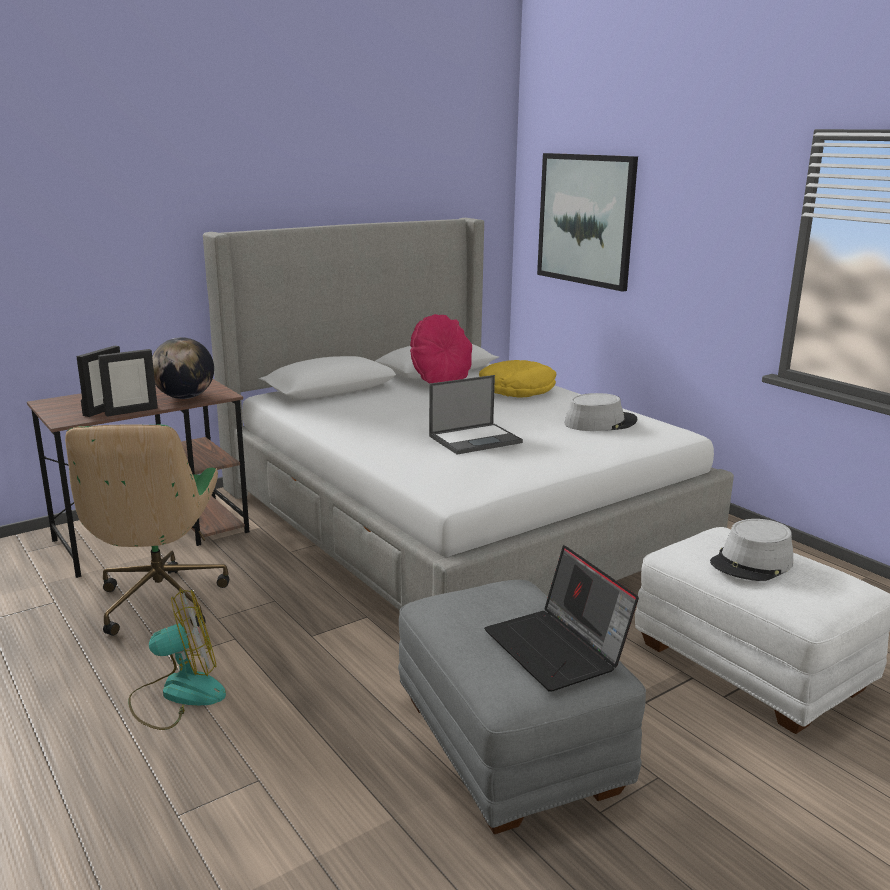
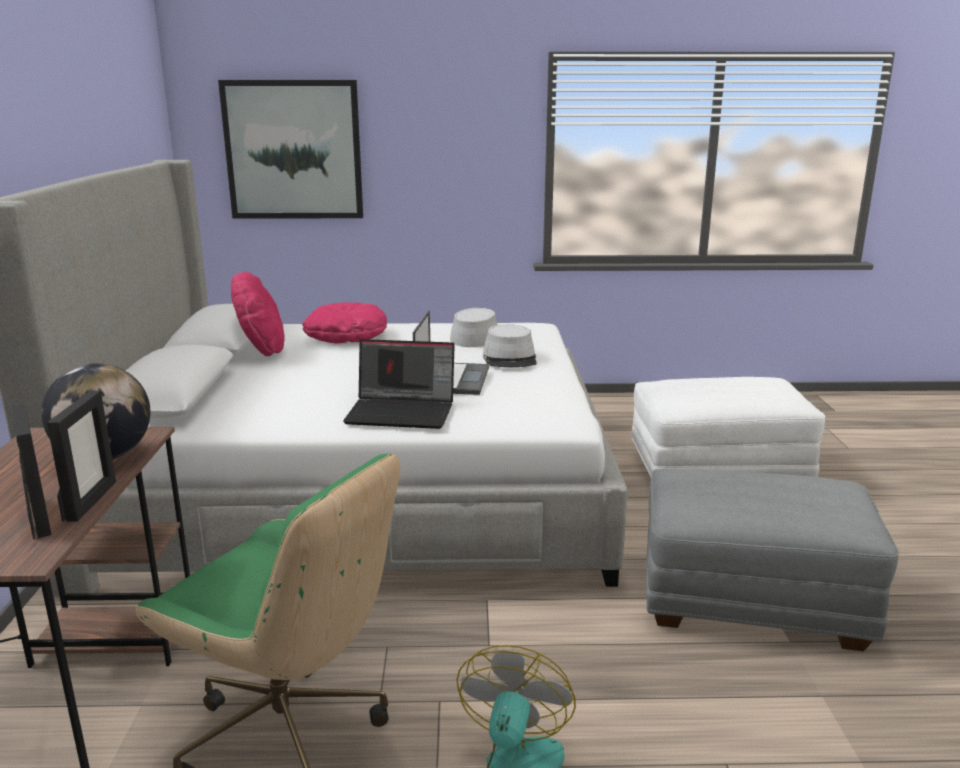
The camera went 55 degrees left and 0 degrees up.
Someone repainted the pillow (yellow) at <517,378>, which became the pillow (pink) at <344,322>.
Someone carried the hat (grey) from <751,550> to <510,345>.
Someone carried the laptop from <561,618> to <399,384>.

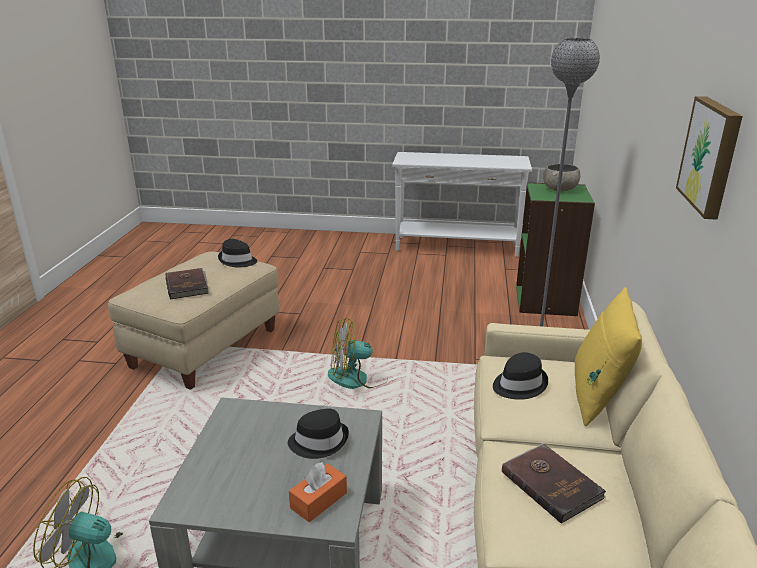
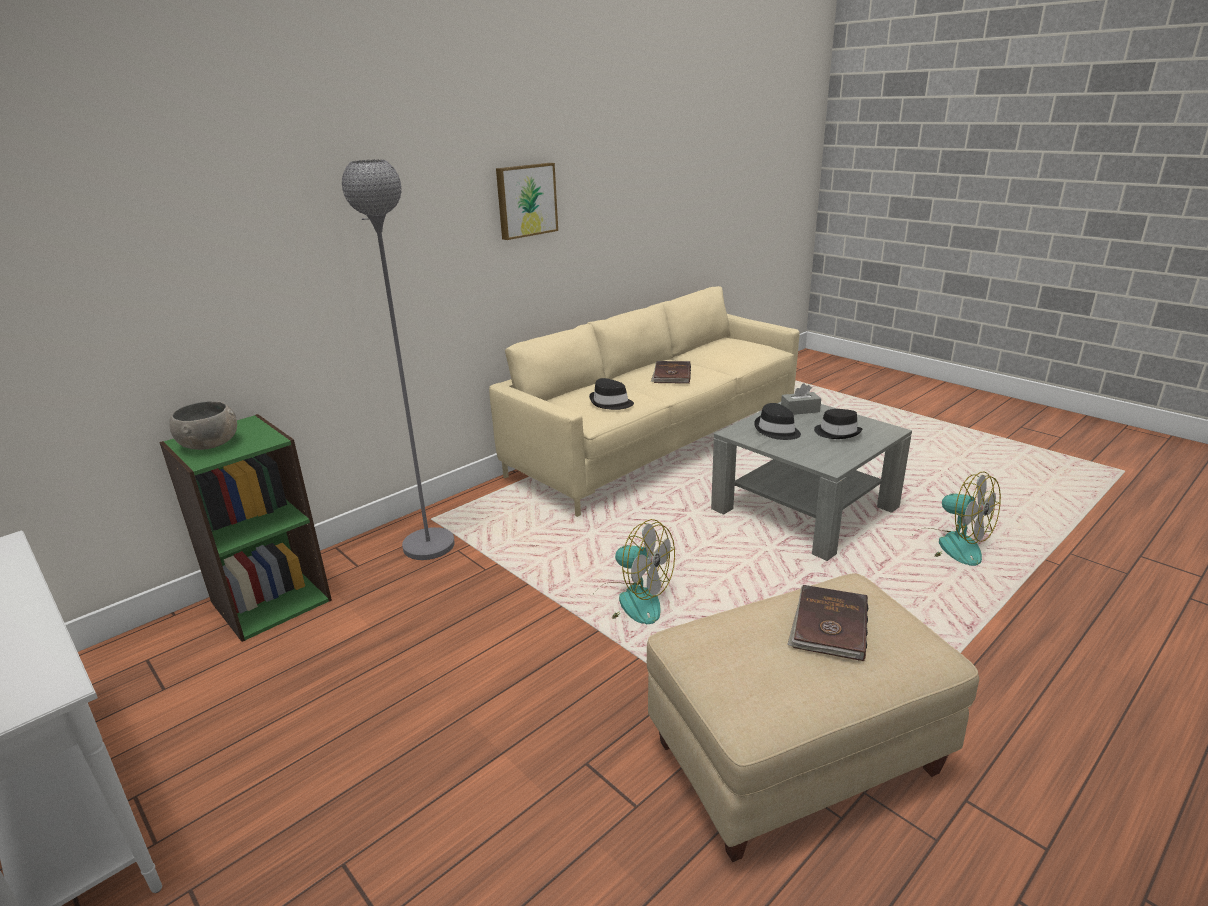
The camera went 140 degrees left and 0 degrees up.
Someone carried the hat (black) from <237,253> to <838,424>.
Someone took away the pillow (yellow) at <608,356>.
Someone repainted the tissue box (orange) at <318,492>, which became the tissue box (grey) at <801,399>.

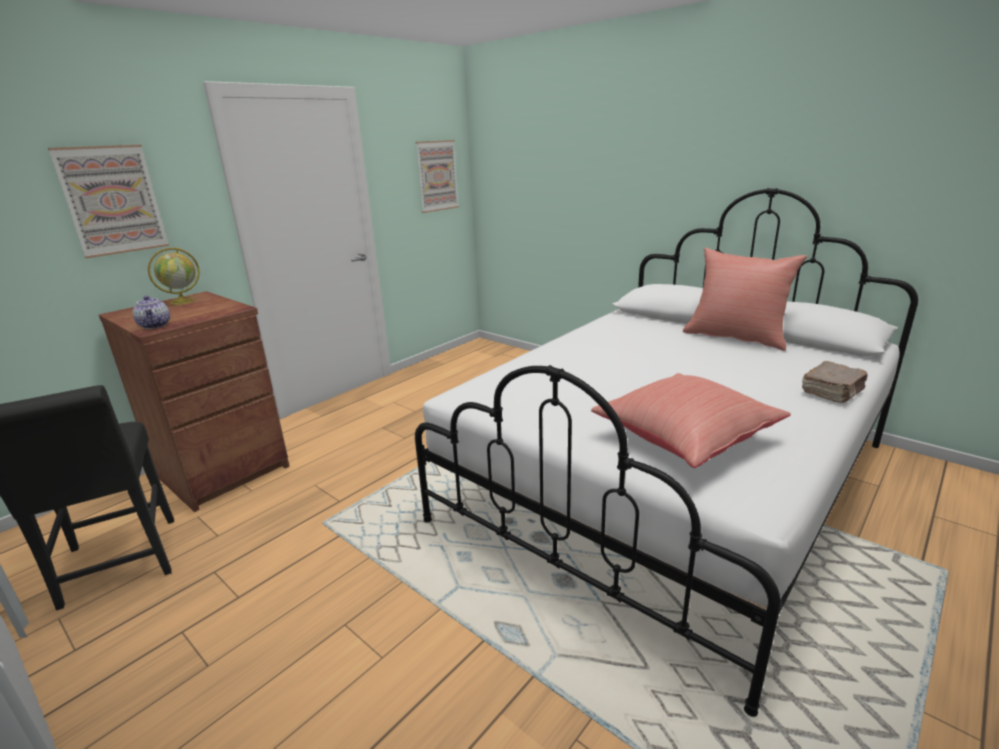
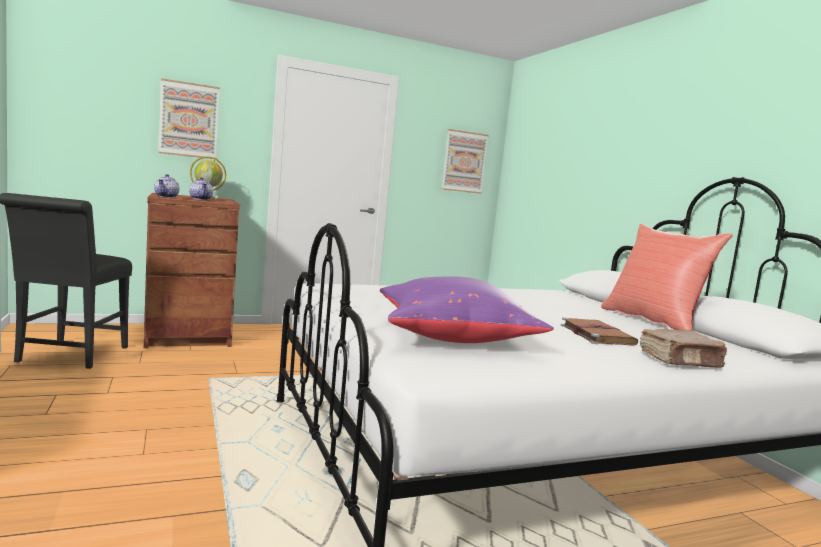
The camera went 25 degrees right and 15 degrees down.
Someone repainted the pillow (red) at <691,420>, which became the pillow (purple) at <466,309>.
Someone put down the teapot at <201,188>.
Someone put down the book (brown) at <599,331>.

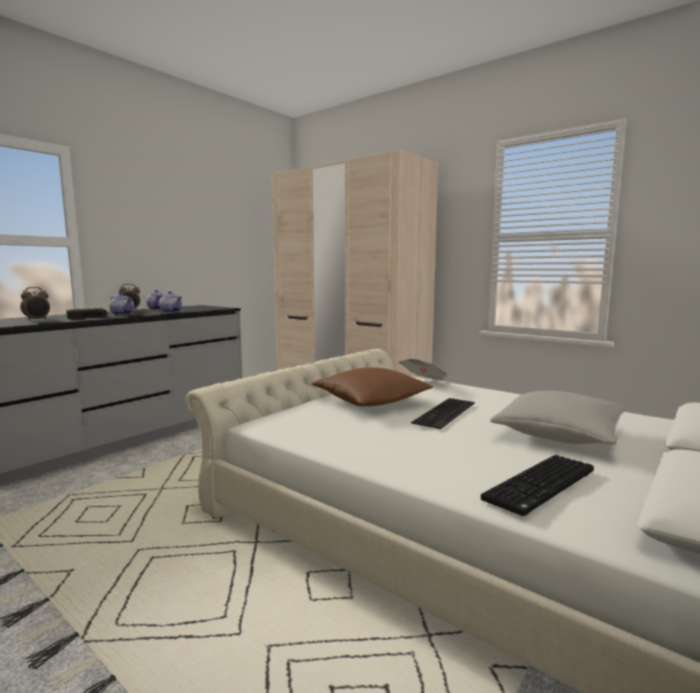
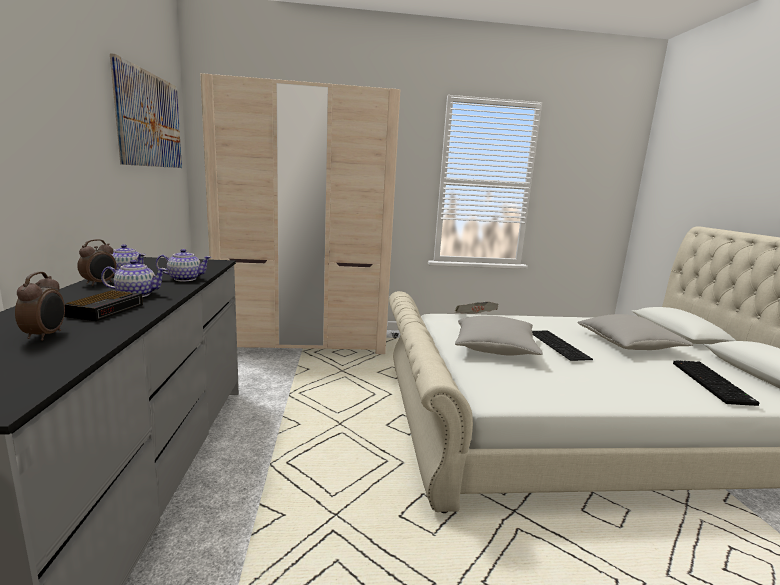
The camera went 45 degrees left and 5 degrees up.
Someone repainted the pillow (brown) at <372,386>, which became the pillow (grey) at <499,335>.
Someone put up the picture at <146,110>.

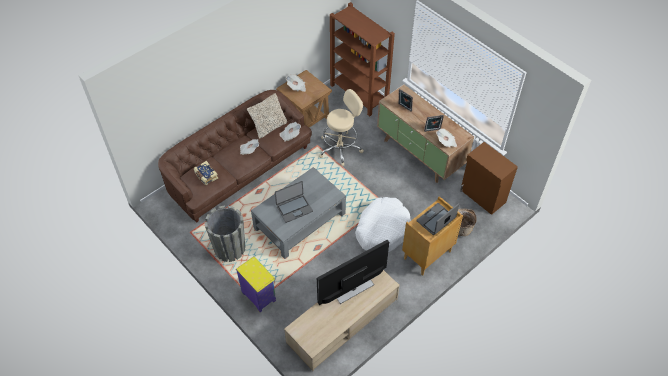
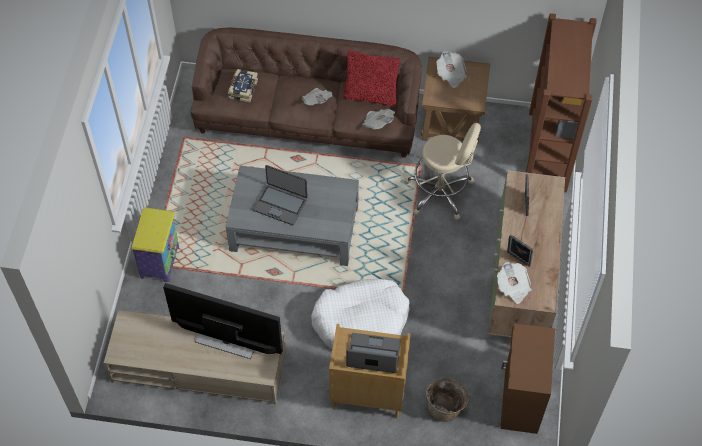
The camera went 50 degrees right and 5 degrees up.
Someone repainted the pillow (beige) at <267,116>, which became the pillow (red) at <371,78>.
Someone took away the planter (grey) at <224,233>.

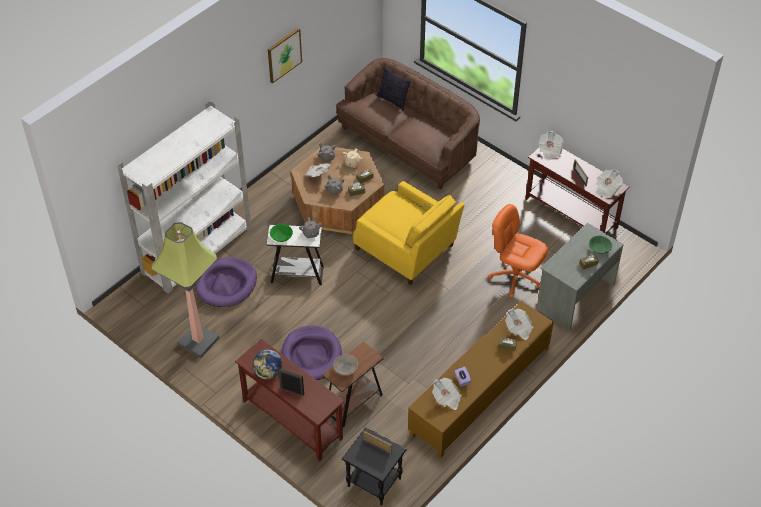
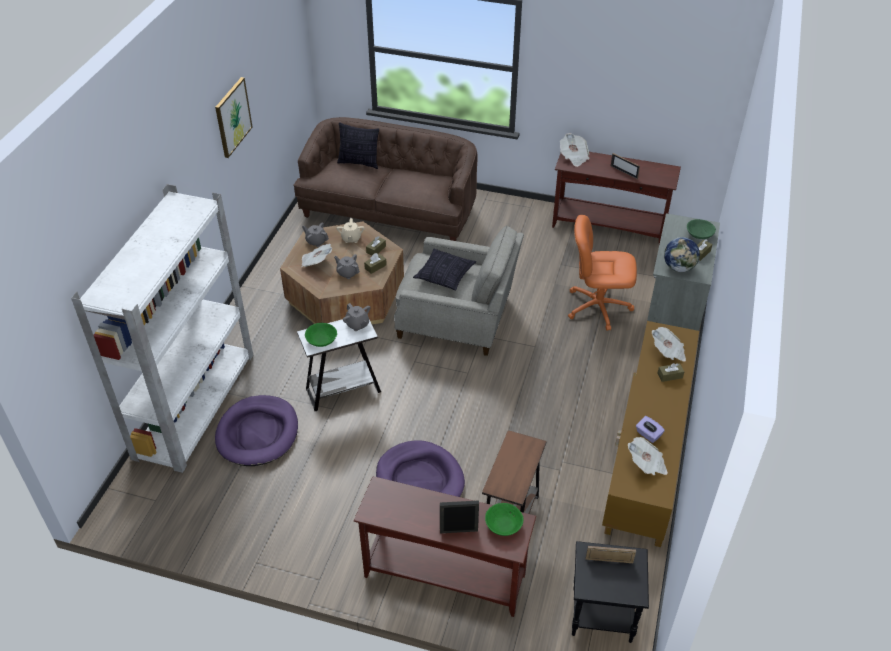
The camera went 25 degrees left and 5 degrees down.
Someone took away the newspaper at <609,184>.
Someone repainted the armchair (yellow) at <408,233>, which became the armchair (grey) at <459,290>.
Someone took away the floor lamp at <185,290>.
Someone carried the globe from <267,364> to <682,254>.
Someone took away the bowl (grey) at <346,364>.
Someone put down the pillow at <444,269>.
Someone put down the bowl (green) at <504,519>.

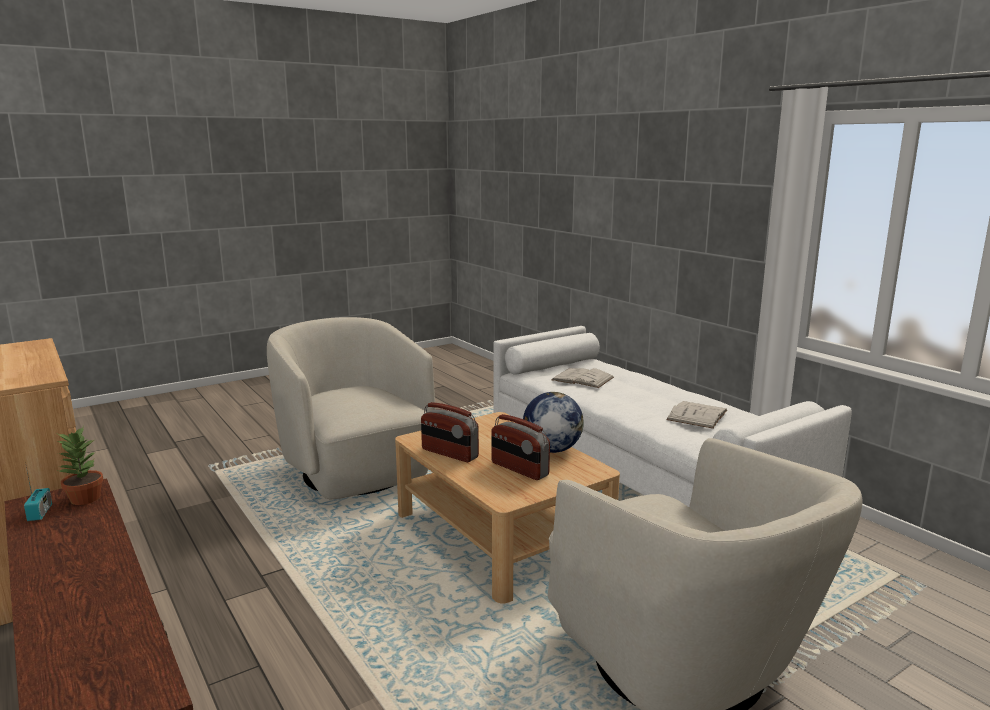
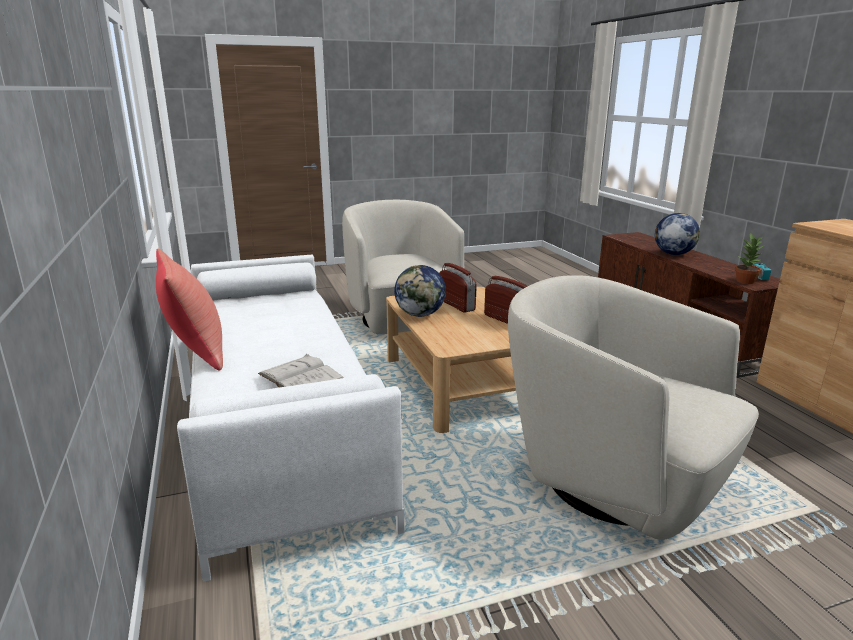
The camera went 165 degrees left and 5 degrees up.
Someone rotated the armchair (beige) at <351,408> by 150 degrees clockwise.
Someone took away the book (white) at <696,415>.
Someone put down the globe at <677,234>.
Someone put down the pillow (red) at <189,309>.

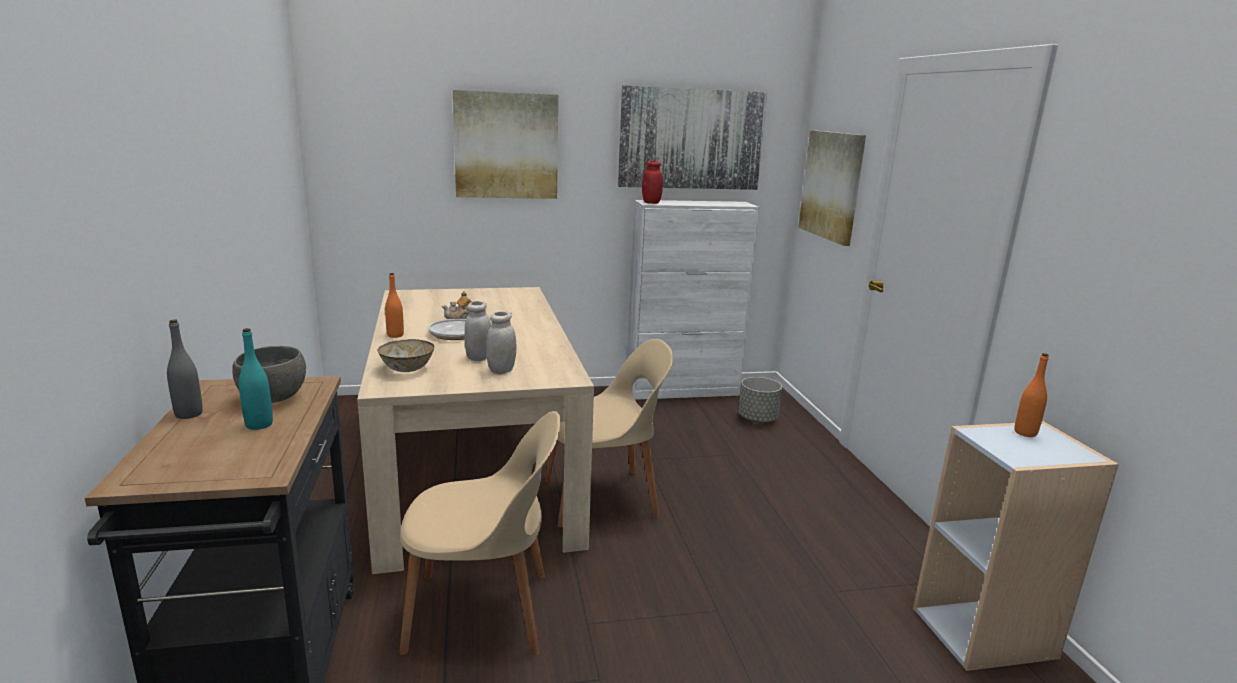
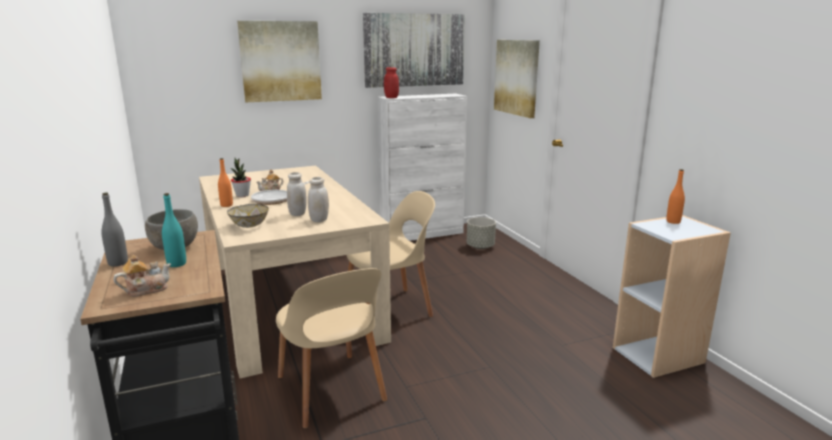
The camera went 10 degrees left and 0 degrees up.
Someone rotated the chair (beige) at <479,533> by 75 degrees clockwise.
Someone put down the potted plant at <240,177>.
Someone put down the teapot at <142,276>.

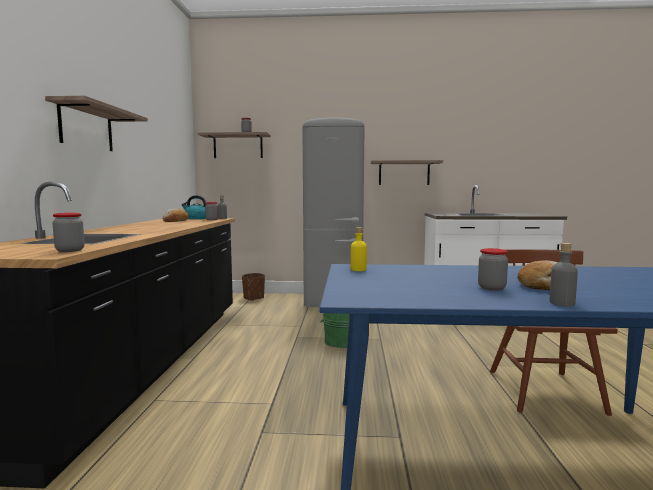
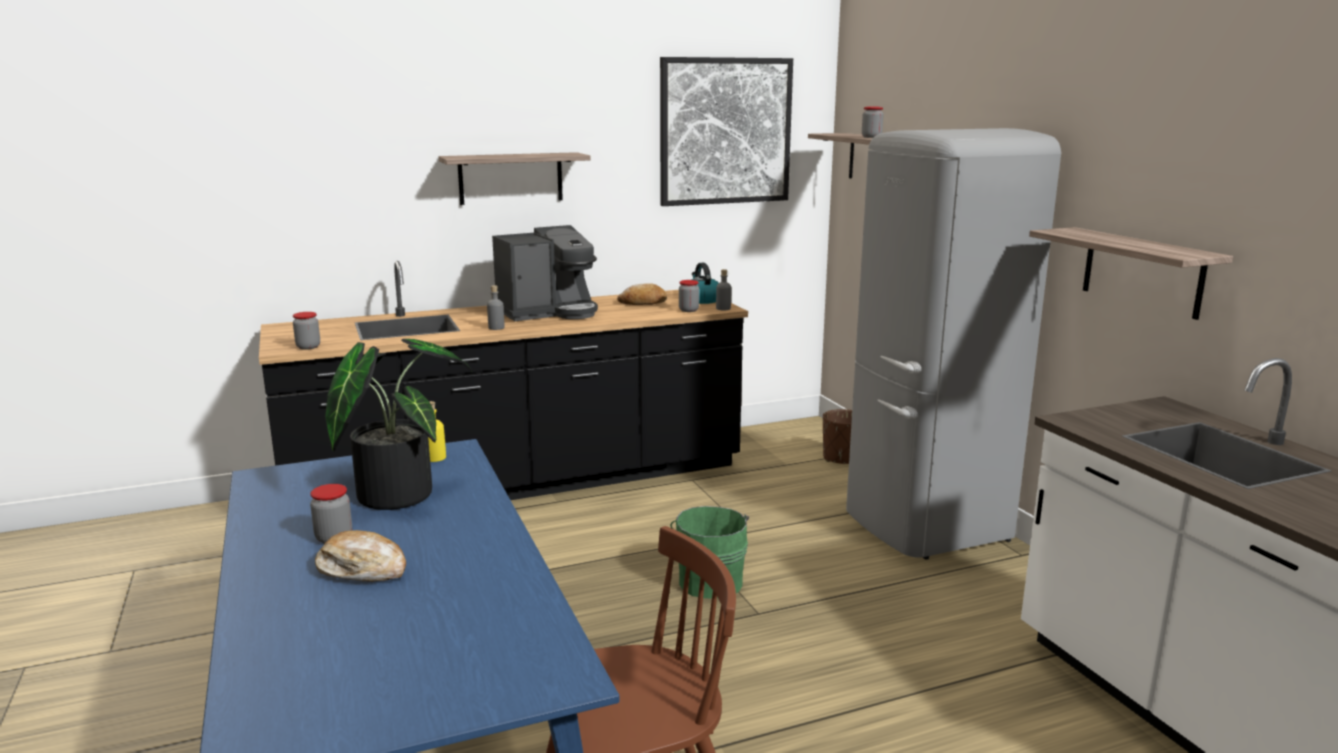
The camera went 65 degrees right and 10 degrees up.
Someone carried the bottle (grey) from <564,274> to <496,307>.
Someone put up the picture at <726,131>.
Someone put down the coffee machine at <545,273>.
Someone put down the potted plant at <399,424>.

